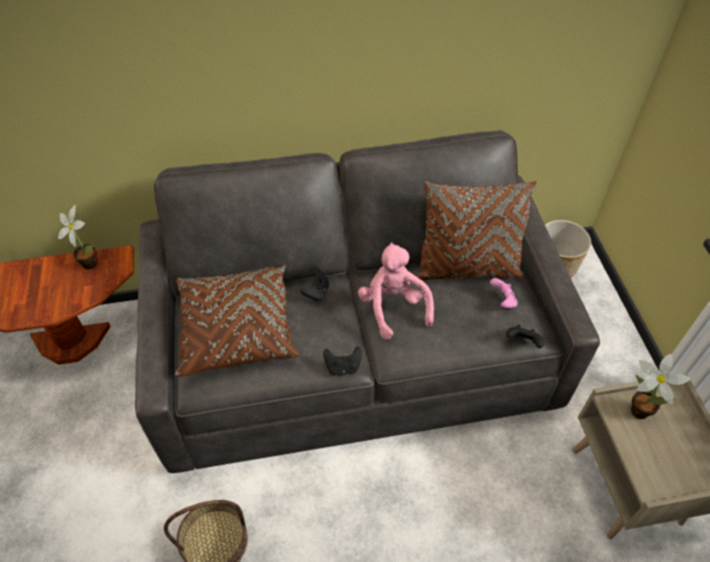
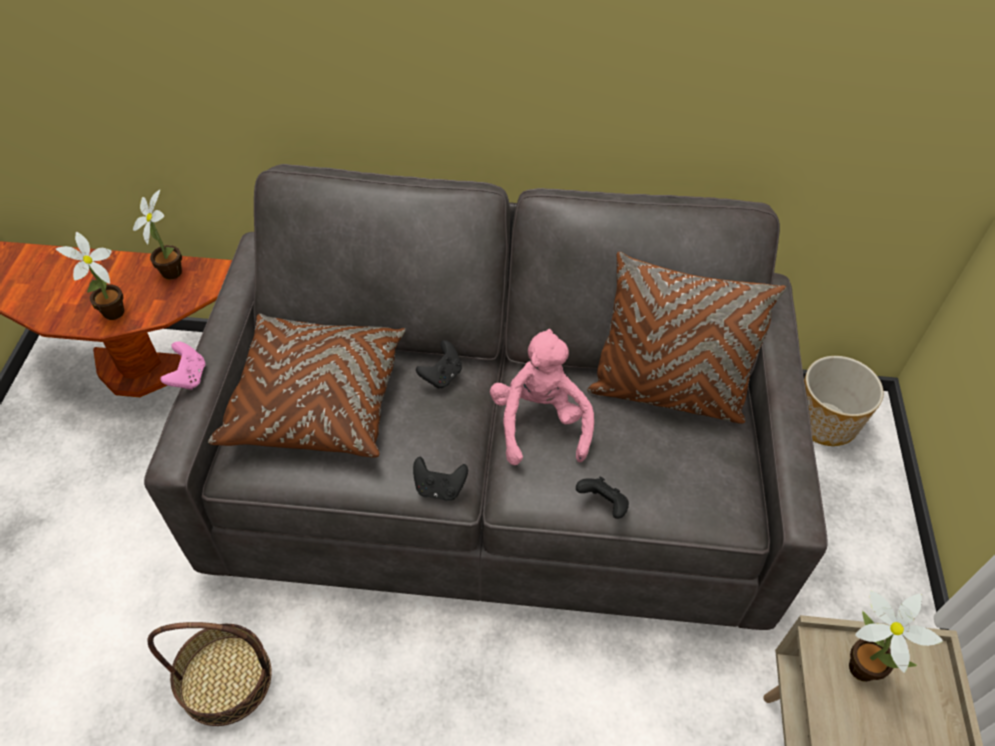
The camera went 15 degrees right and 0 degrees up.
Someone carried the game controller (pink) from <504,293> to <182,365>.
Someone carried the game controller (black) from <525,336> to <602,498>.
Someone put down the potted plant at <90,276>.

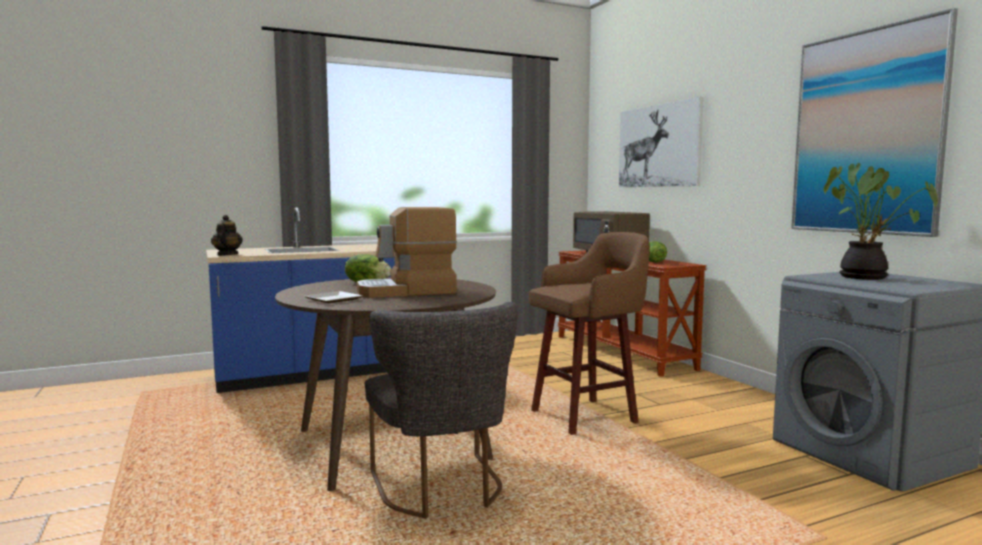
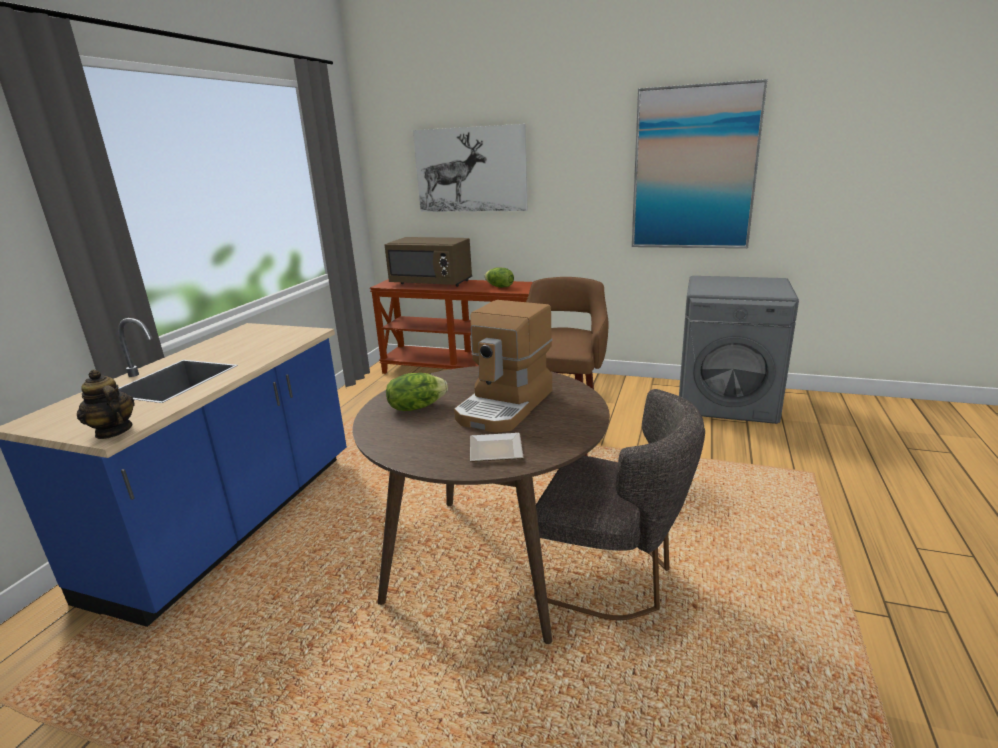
The camera went 45 degrees left and 15 degrees up.
Someone took away the potted plant at <881,221>.

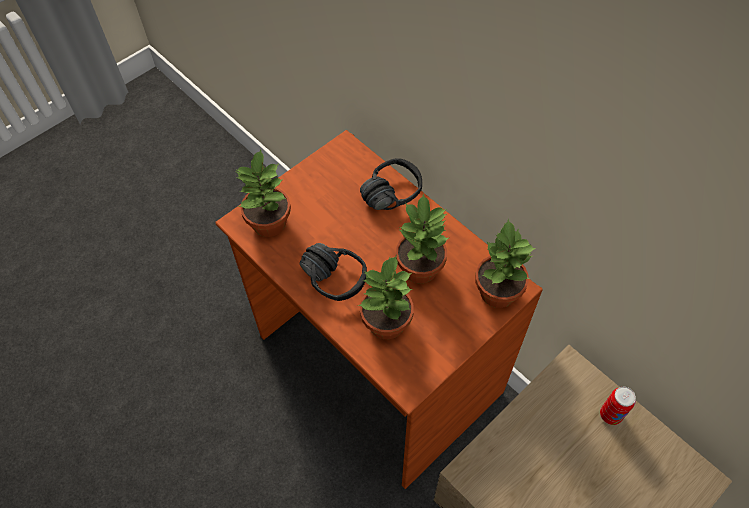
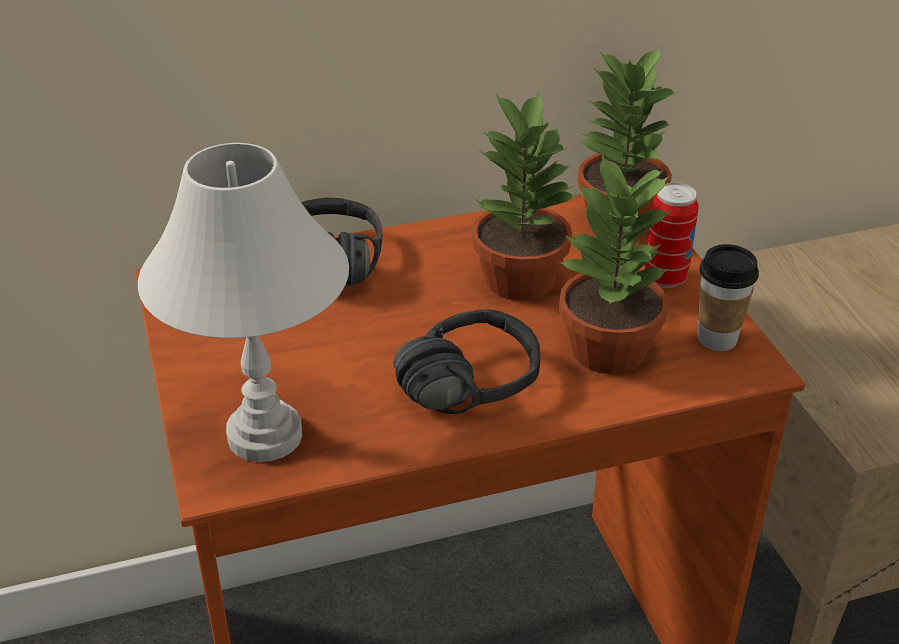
The camera went 65 degrees left and 20 degrees down.
Someone swapped the potted plant at <263,193> for the table lamp (white) at <243,302>.
Someone carried the can from <618,406> to <671,235>.
Someone put down the cup at <728,297>.

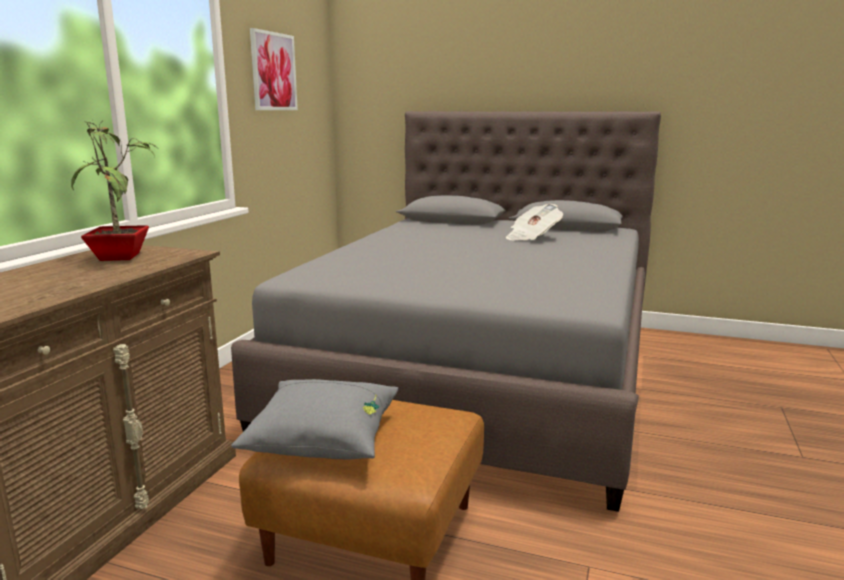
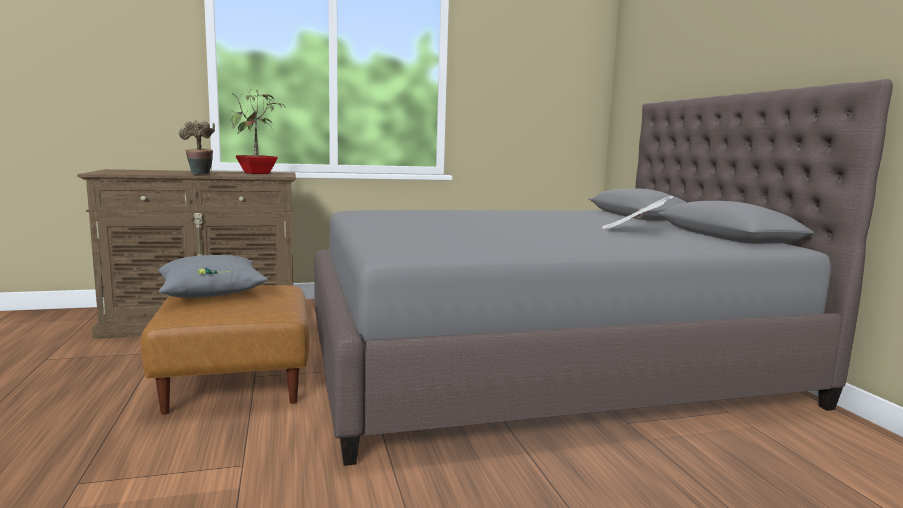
The camera went 55 degrees right and 5 degrees down.
Someone took away the picture at <274,69>.
Someone put down the potted plant at <197,147>.

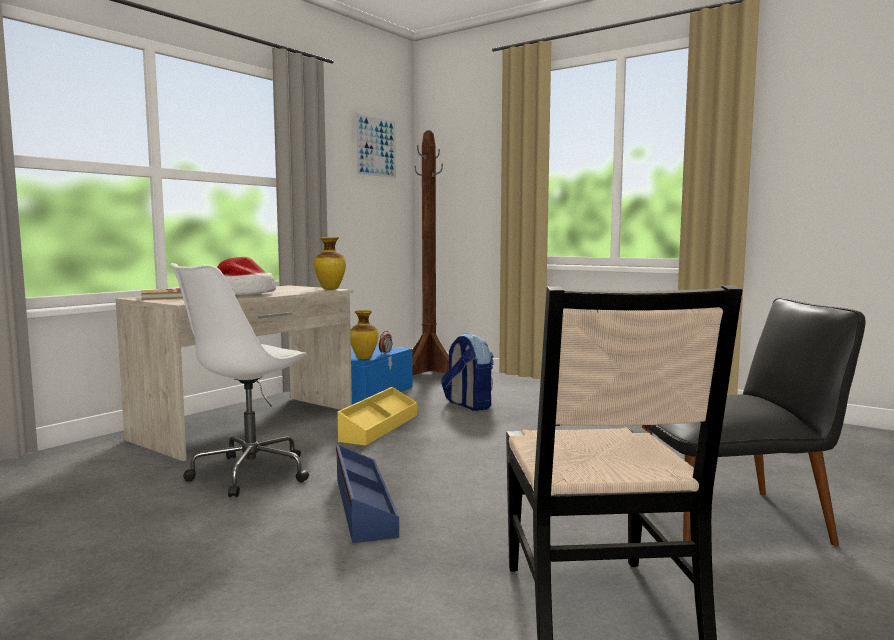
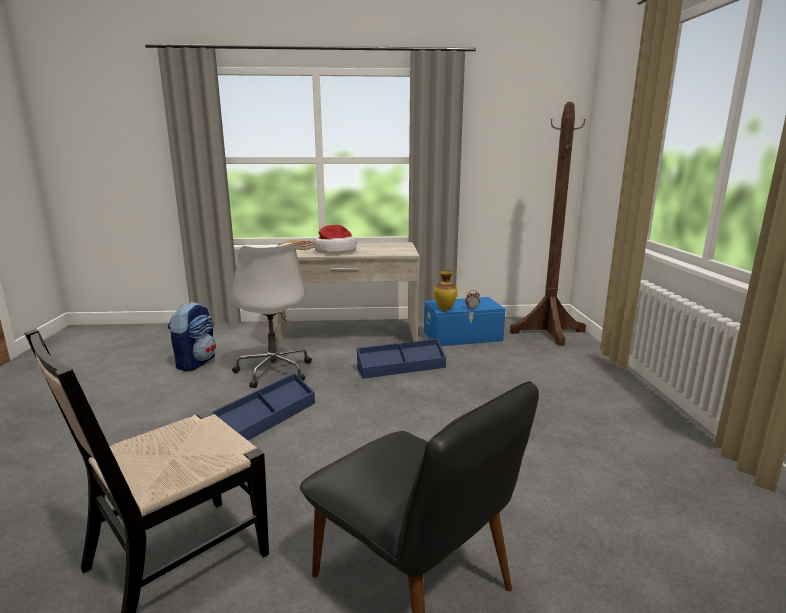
The camera went 50 degrees right and 10 degrees up.
Someone took away the picture at <375,145>.
Someone took away the vase at <330,263>.
Someone rotated the office chair (white) at <239,380> by 105 degrees counterclockwise.
Someone carried the backpack from <467,372> to <192,336>.
Someone repainted the storage box (yellow) at <377,416>, which became the storage box (blue) at <401,359>.

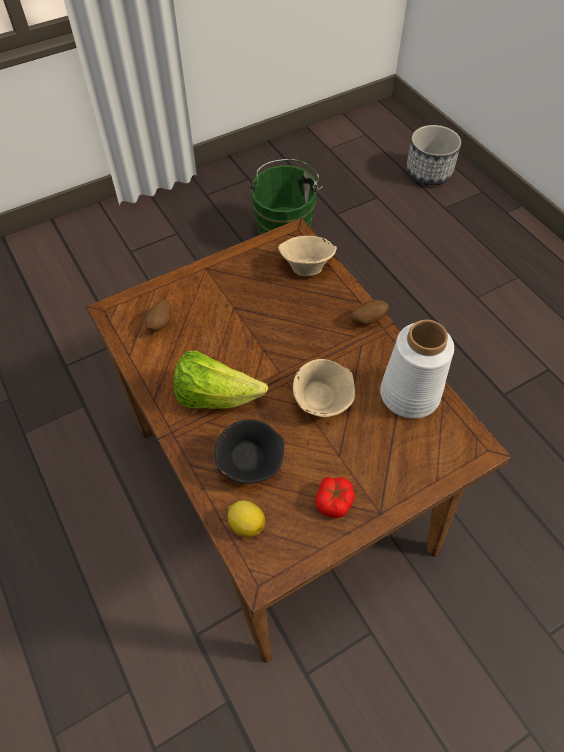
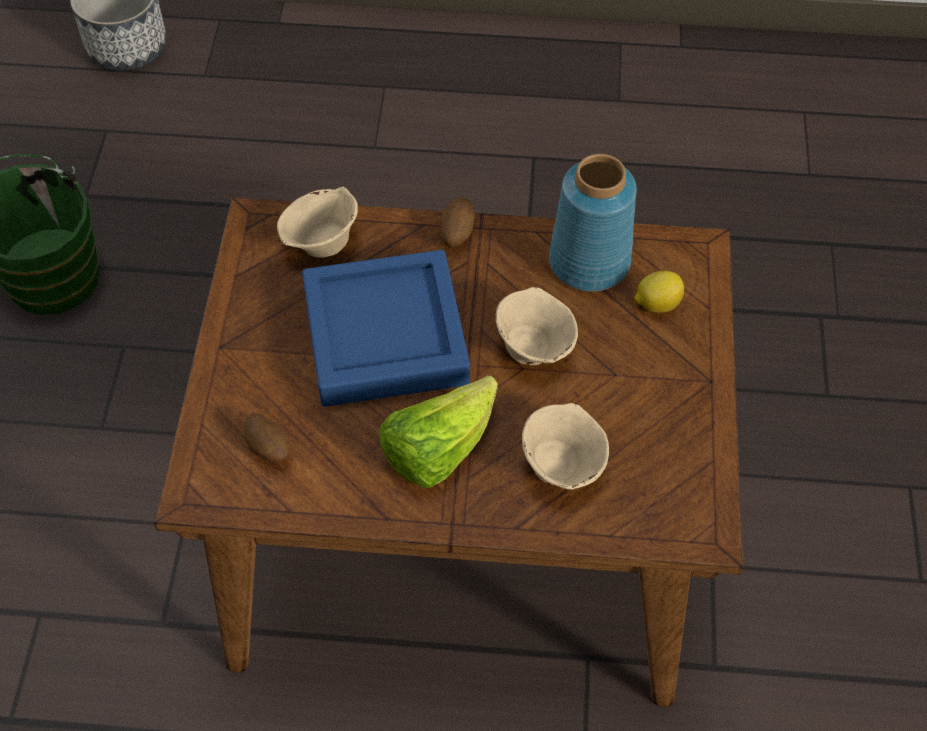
The camera went 55 degrees left and 0 degrees up.
Someone repainted the vase (white) at <417,369>, which became the vase (blue) at <593,222>.
Someone repainted the bowl (black) at <249,451>, which became the bowl (beige) at <565,446>.
Someone took away the tomato at <335,497>.
Someone carried the lemon from <246,518> to <659,292>.
Someone put down the tray (blue) at <386,328>.

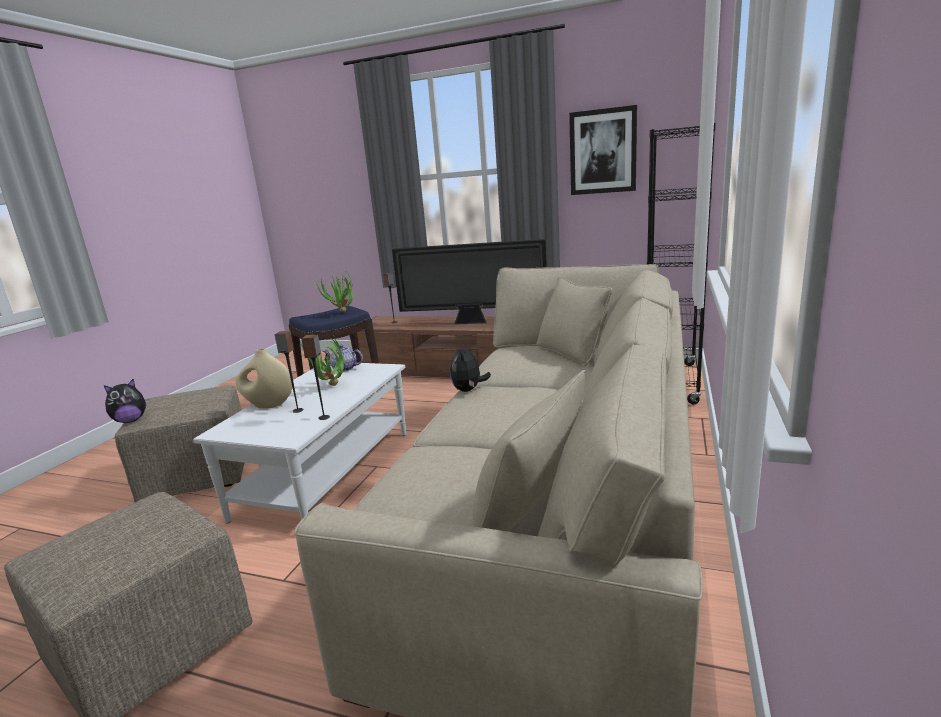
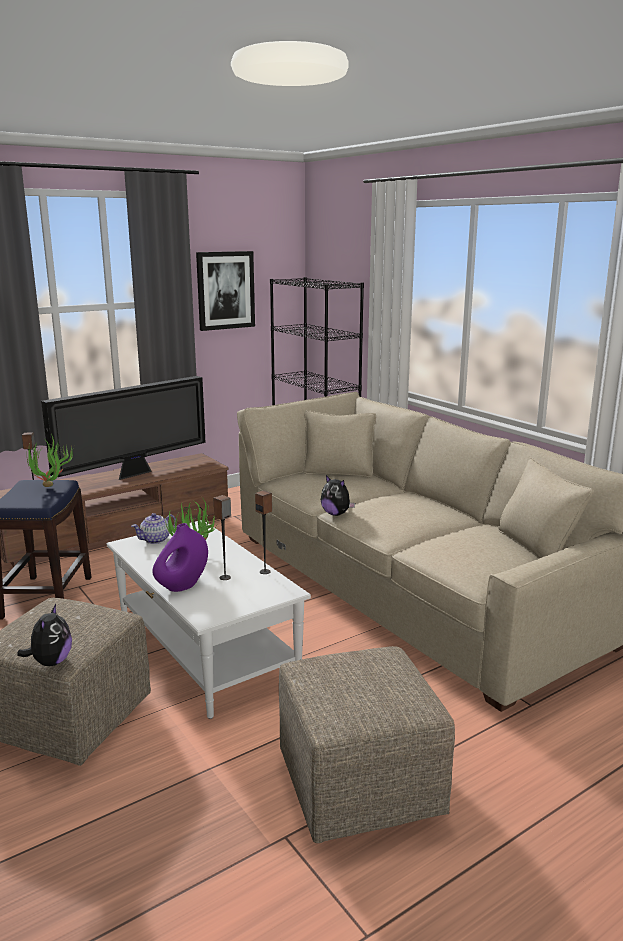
The camera went 55 degrees left and 0 degrees up.
Someone repainted the vase (beige) at <263,379>, which became the vase (purple) at <180,557>.

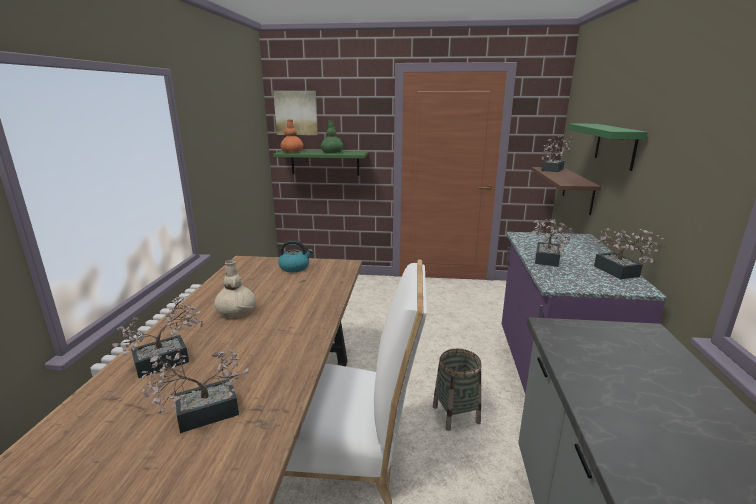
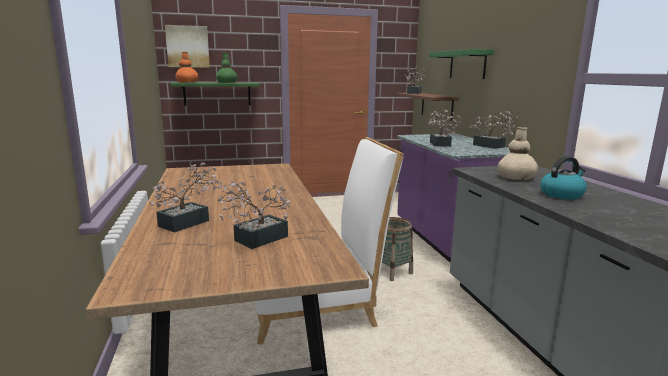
The camera went 20 degrees left and 5 degrees down.
Someone carried the kettle from <295,256> to <563,177>.
Someone carried the vase (beige) from <235,289> to <518,153>.

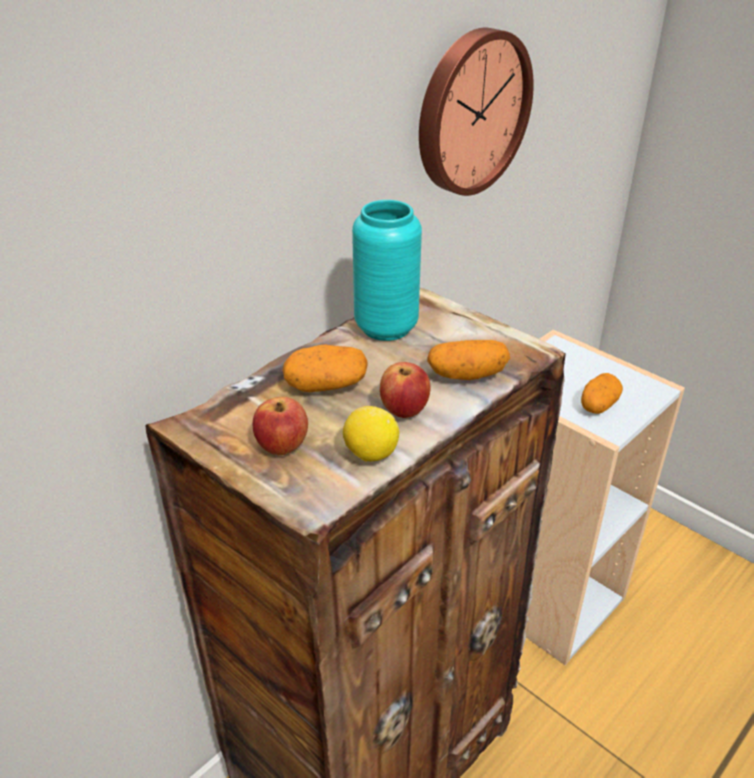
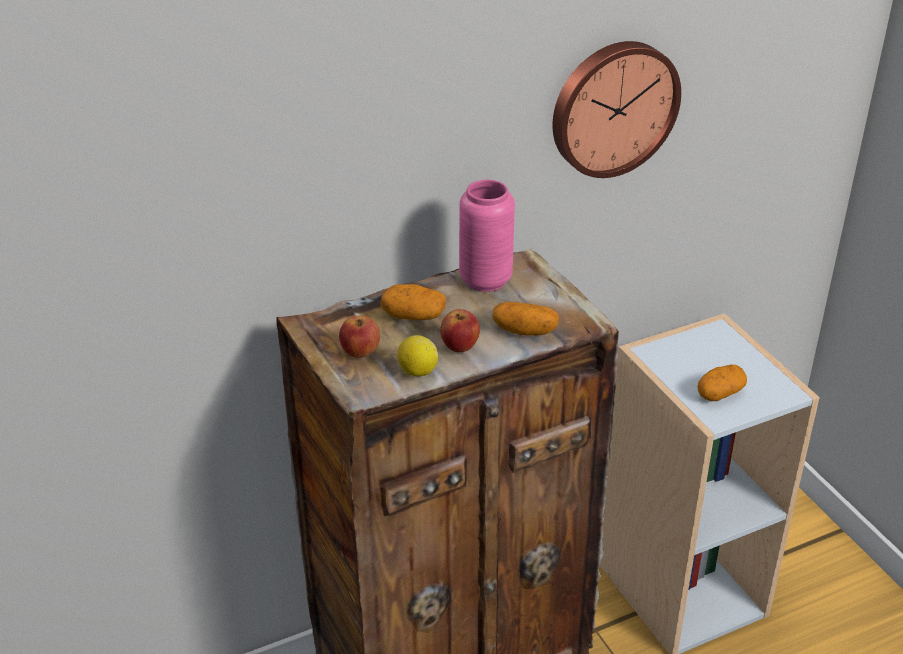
The camera went 20 degrees right and 0 degrees up.
Someone repainted the vase (turquoise) at <387,270>, which became the vase (pink) at <487,236>.

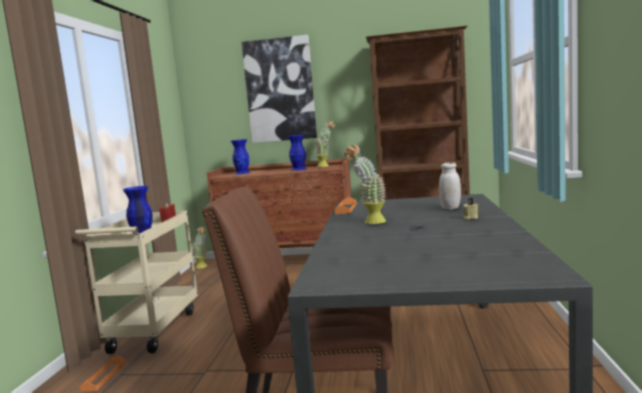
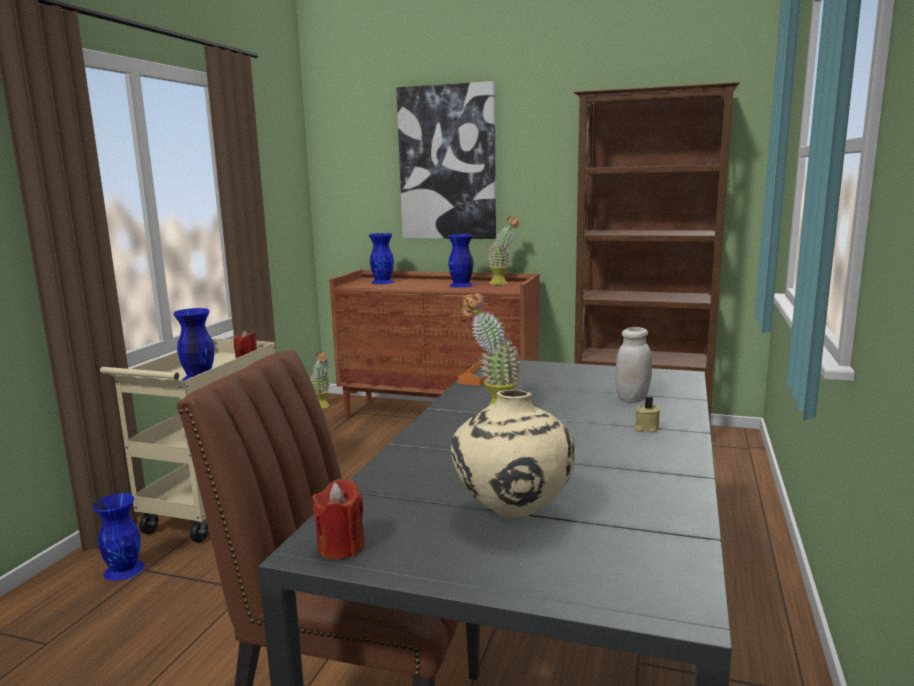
The camera went 10 degrees right and 5 degrees up.
Someone swapped the tray (orange) at <102,373> for the vase (blue) at <118,537>.
Someone put down the vase (beige) at <513,454>.
Someone put down the candle (red) at <338,519>.

